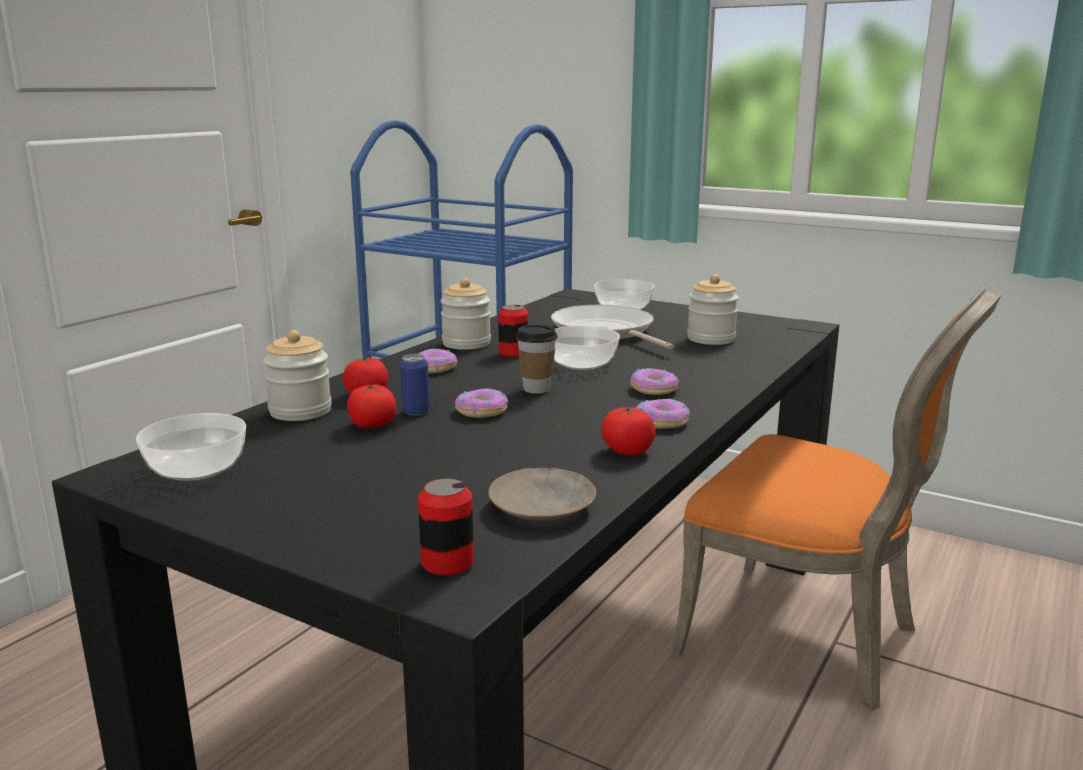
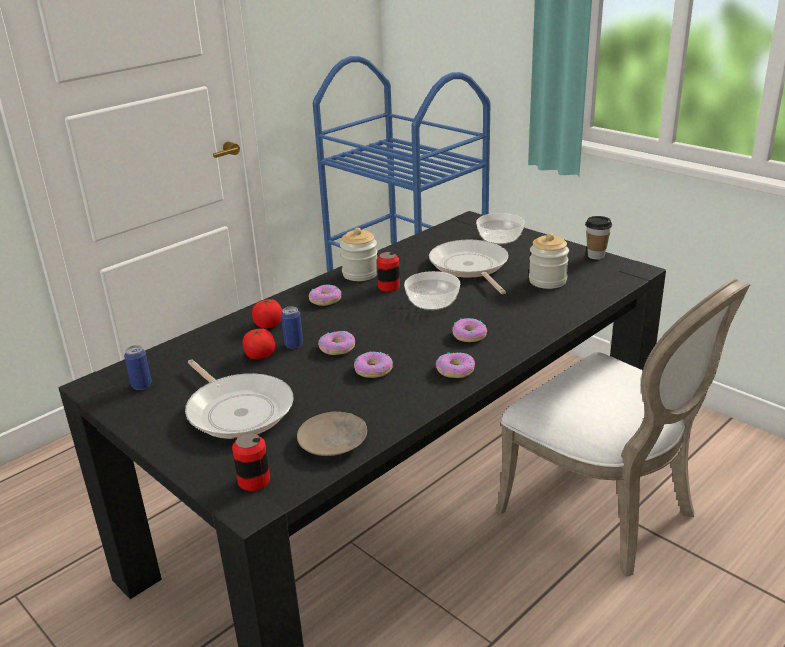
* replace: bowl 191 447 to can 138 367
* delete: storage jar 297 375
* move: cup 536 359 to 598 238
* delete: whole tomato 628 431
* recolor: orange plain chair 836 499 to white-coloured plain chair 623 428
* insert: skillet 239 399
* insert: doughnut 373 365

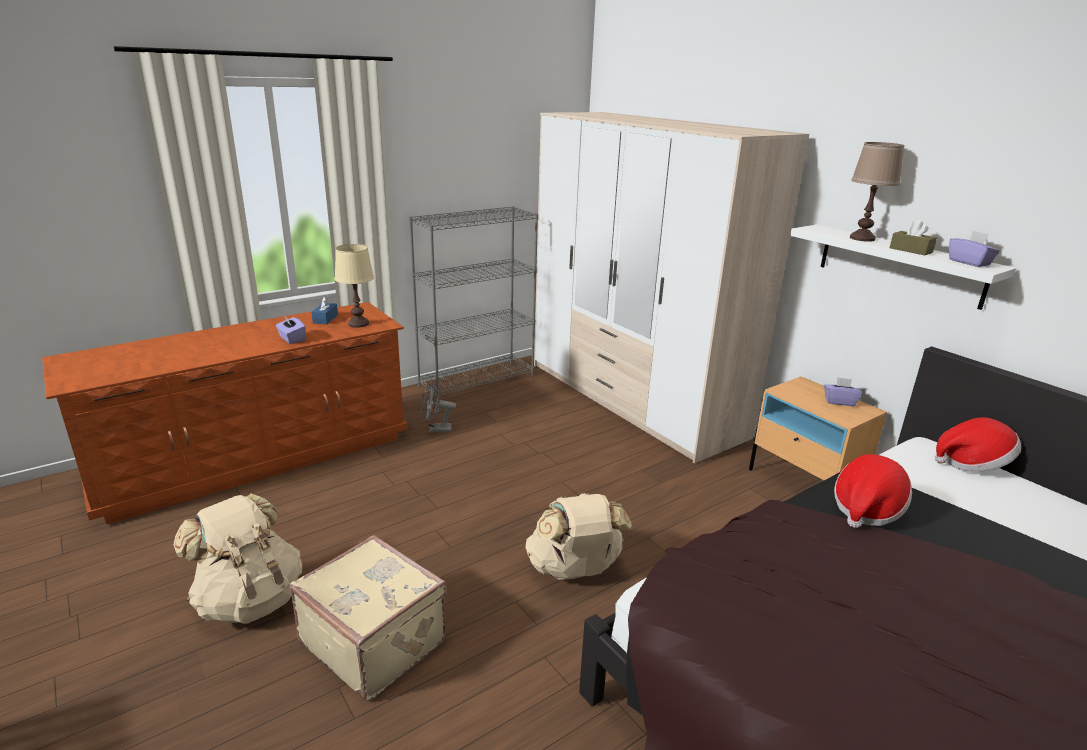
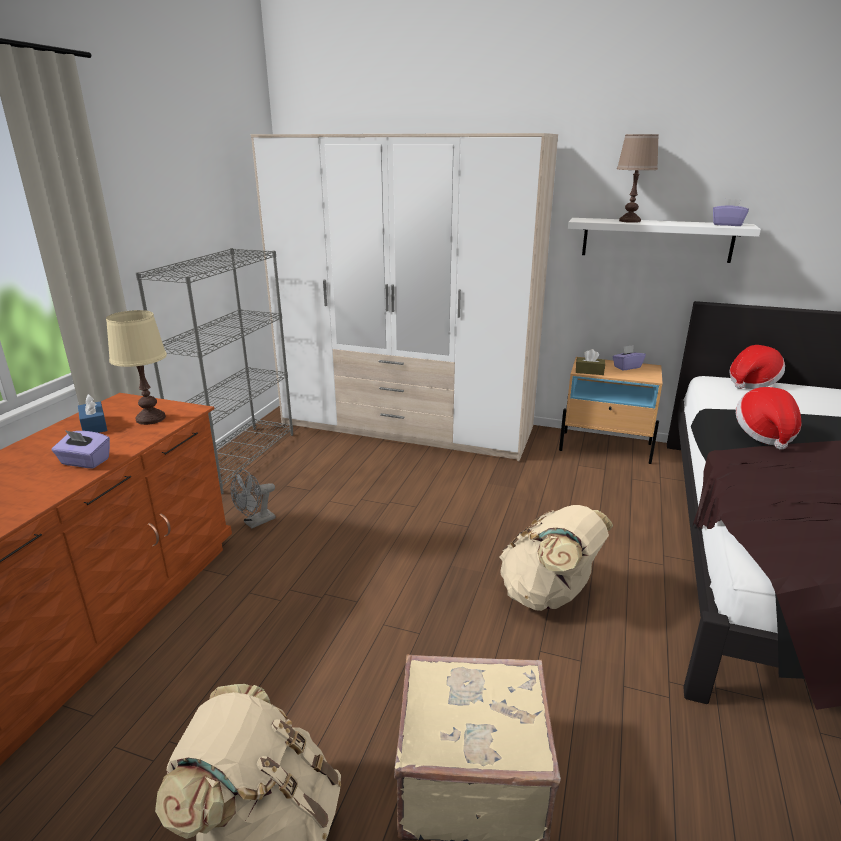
* move: brown tissue holder 913 237 to 590 362

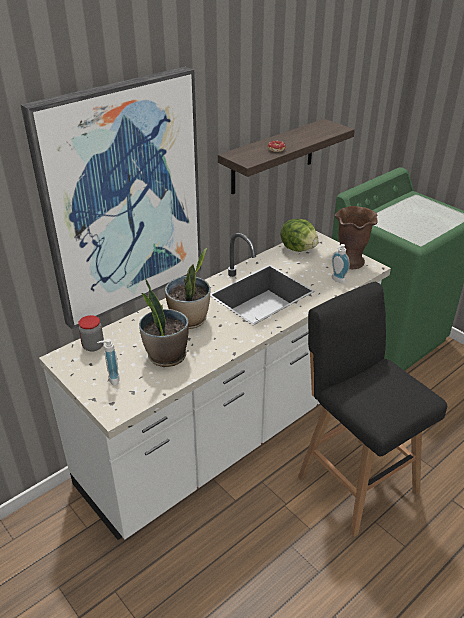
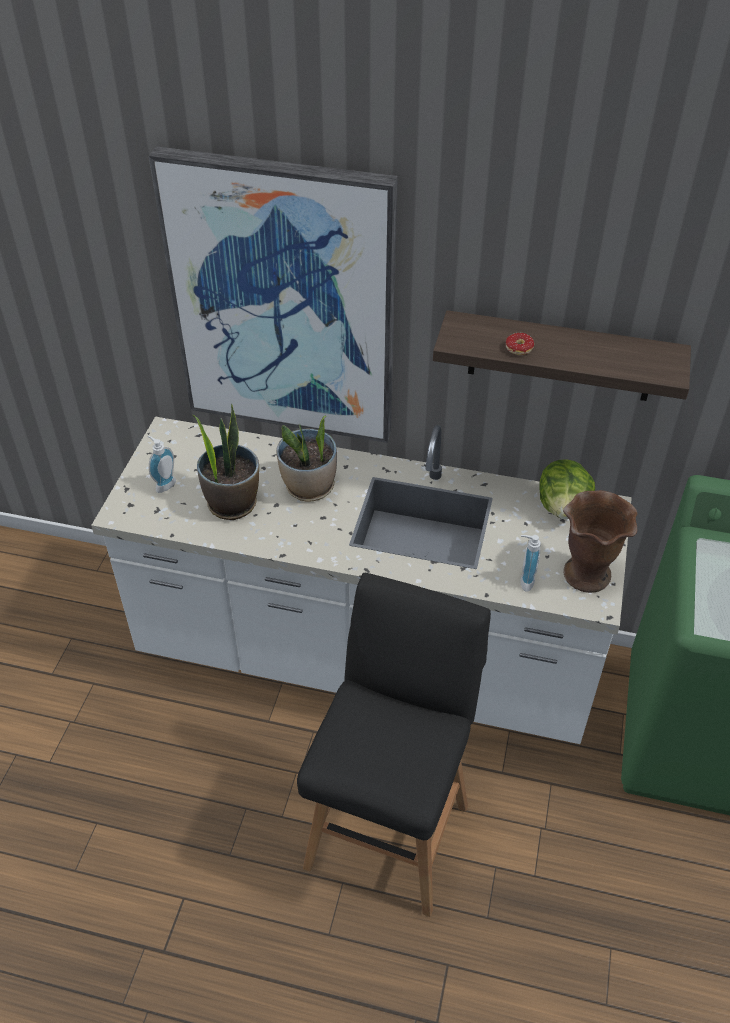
* delete: storage jar 91 333

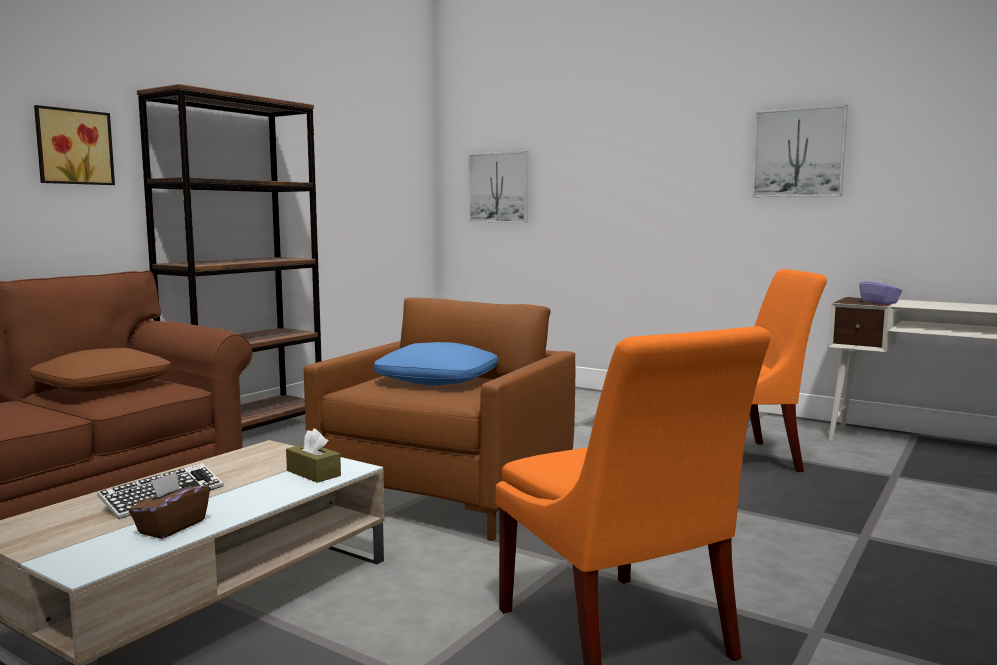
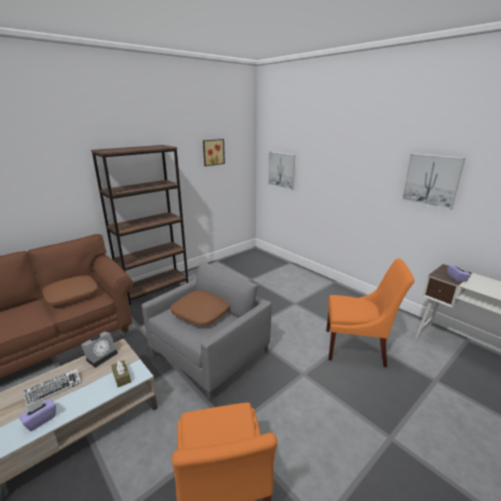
* move: wall picture 74 145 to 214 152
* recolor: brown tissue holder 169 505 to purplish tissue holder 37 415
* recolor: brown lounge chair 439 419 to grey lounge chair 207 331
* recolor: bluish throw pillow 436 363 to brown throw pillow 200 308
* insert: bedside clock 99 350

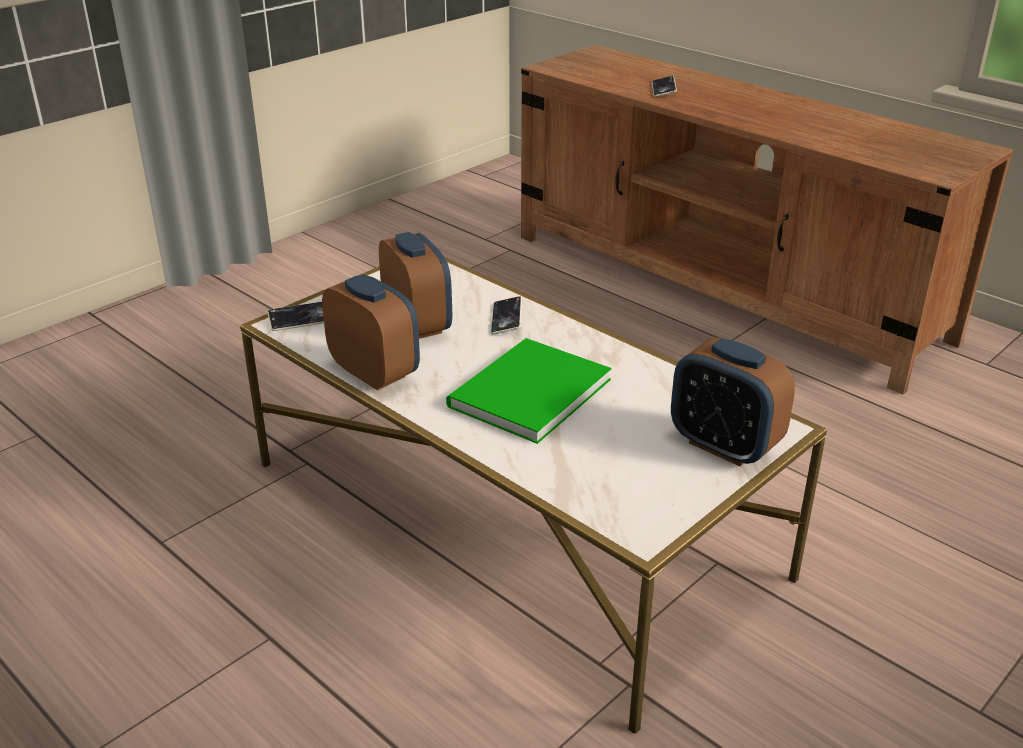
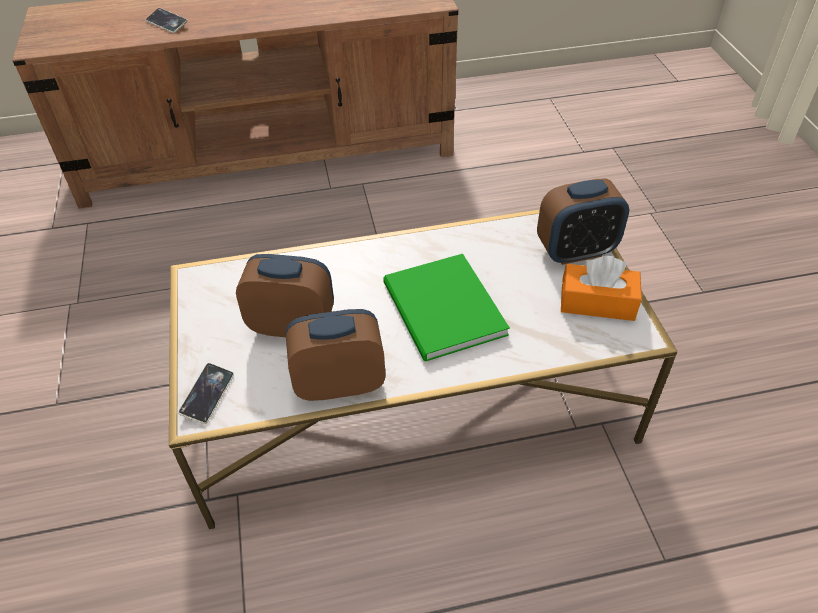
* delete: handset 506 315
* insert: orange tissue holder 601 288

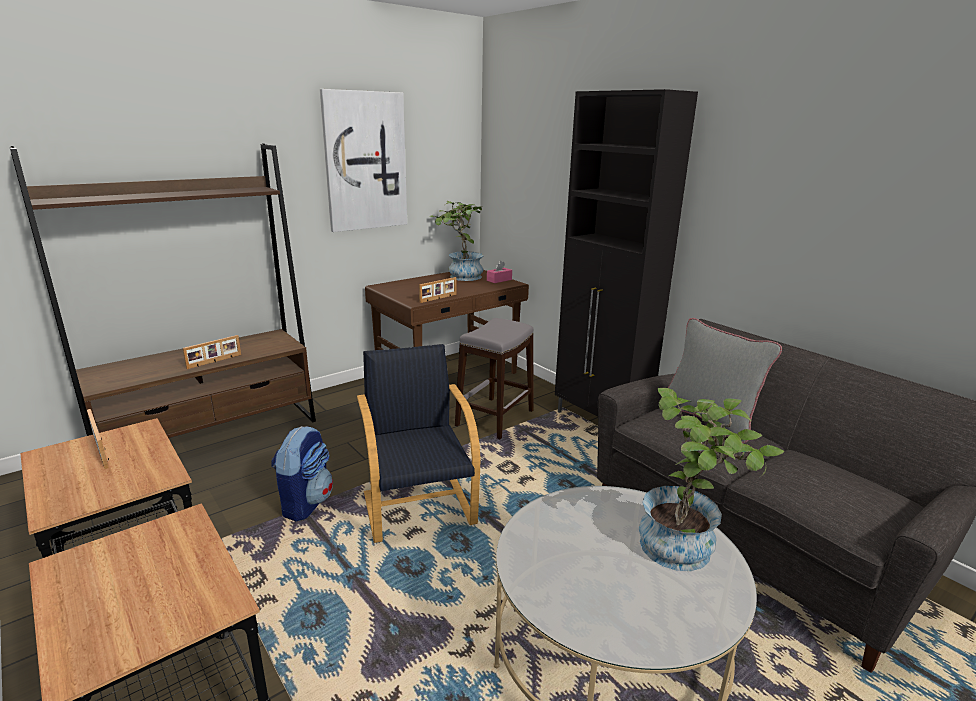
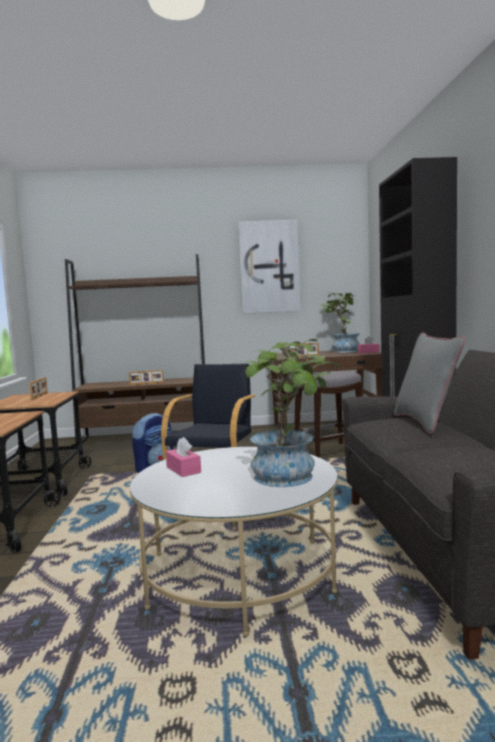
* insert: pink tissue holder 183 457

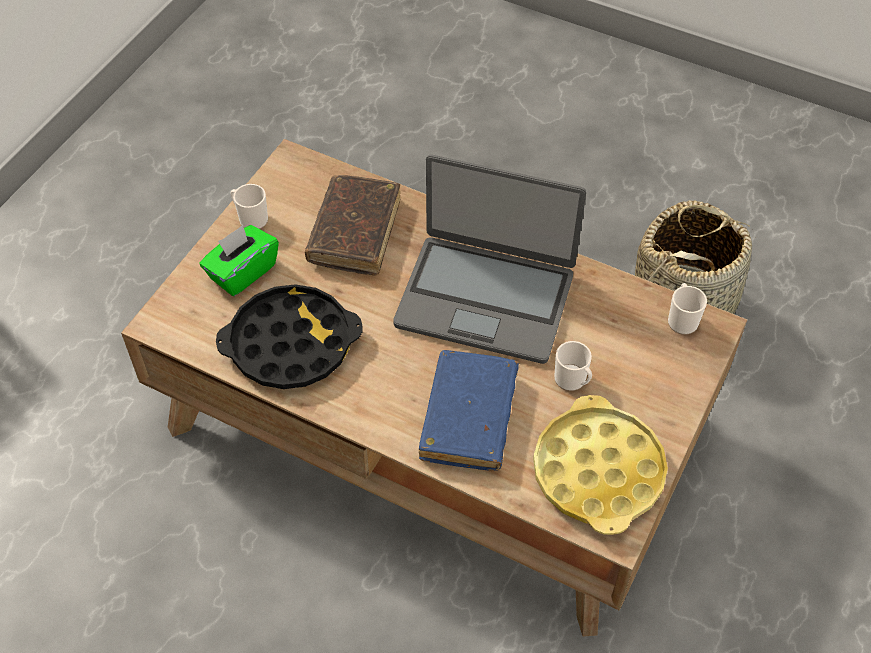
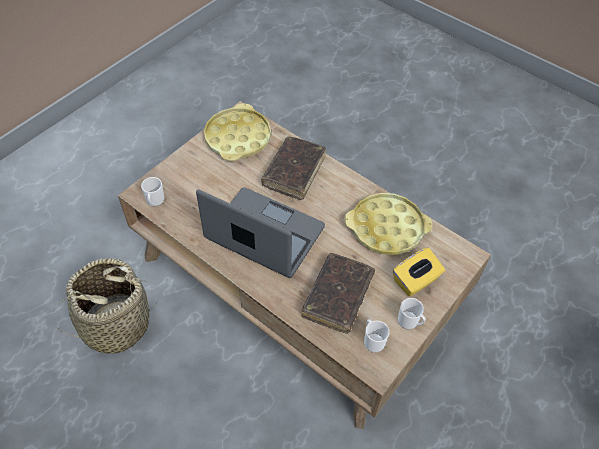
* recolor: greenish tissue holder 239 260 to yellowish tissue holder 419 271
* recolor: black serving tray 289 336 to yellowish serving tray 388 224
* recolor: bluish book 469 410 to brown book 293 168
* move: mug 573 366 to 377 336

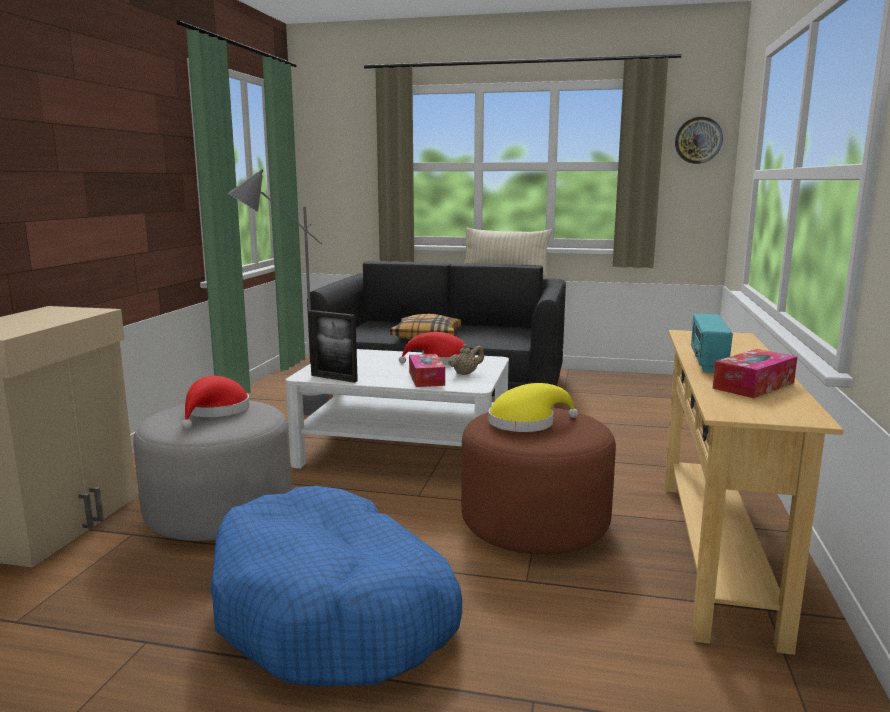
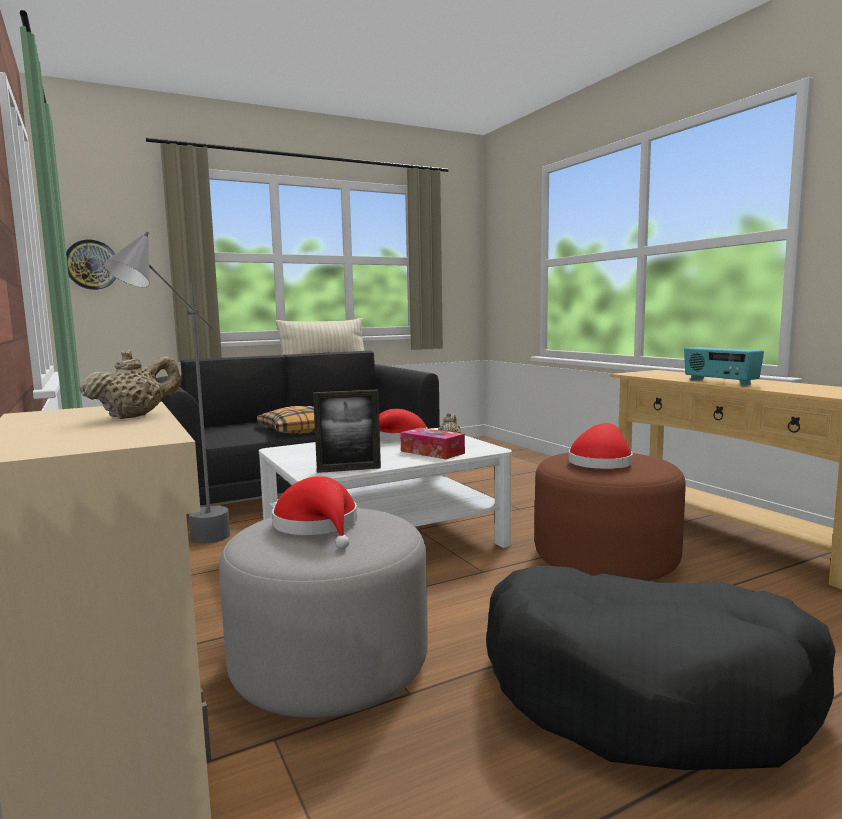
* recolor: bluish dog bed 336 586 to black dog bed 661 668
* recolor: yellowish hat 533 407 to red hat 600 446
* move: hanging clock 699 140 to 91 264
* delete: tissue holder 755 373
* insert: sand-coloured pot for tea 130 384

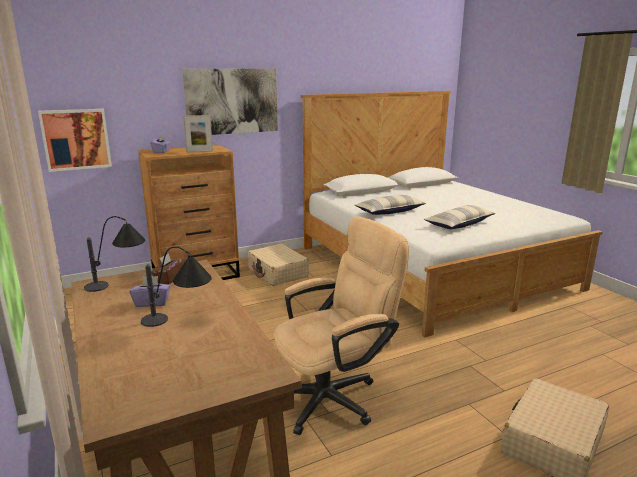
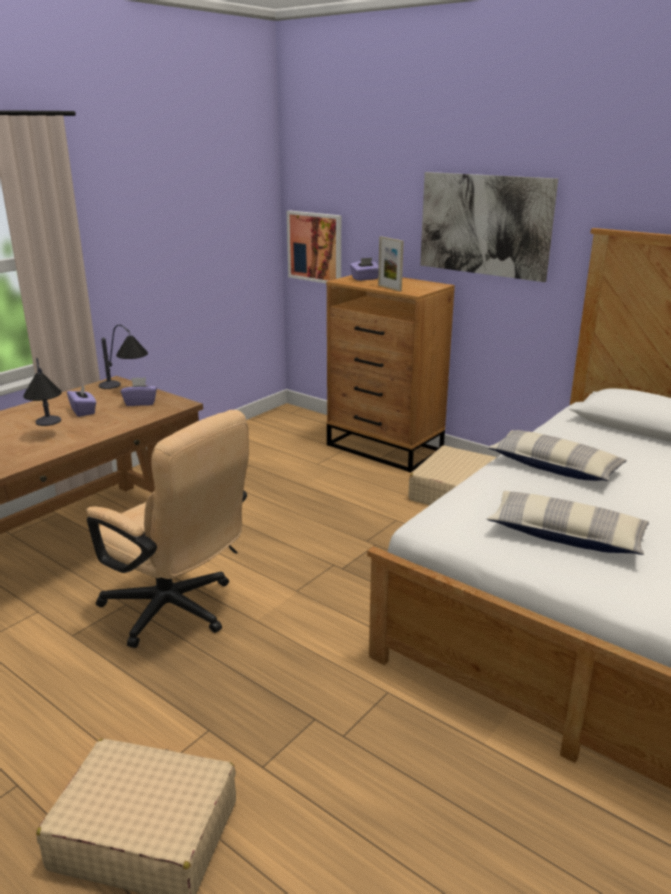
* recolor: brown tissue holder 168 268 to purplish tissue holder 139 391

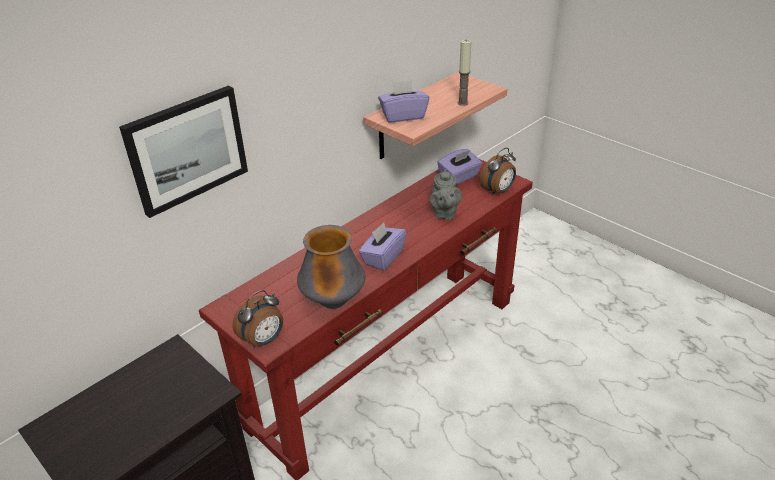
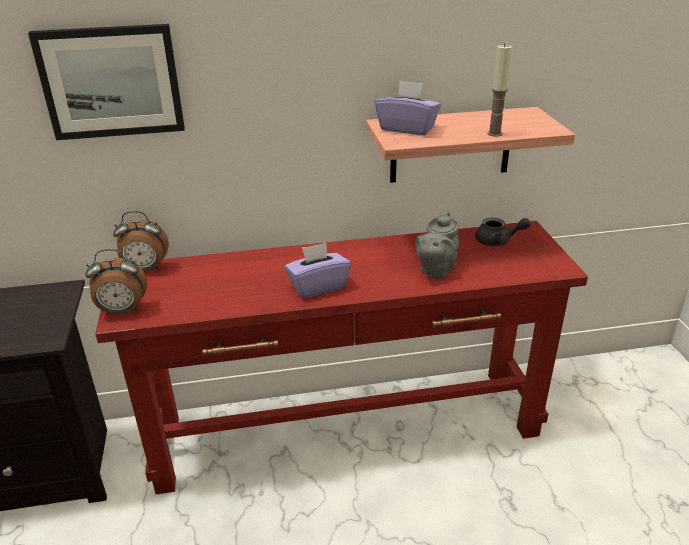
* delete: vase 331 267
* replace: purplish tissue holder 459 167 to grey pot for tea 503 231
* move: bedside clock 498 172 to 141 241

